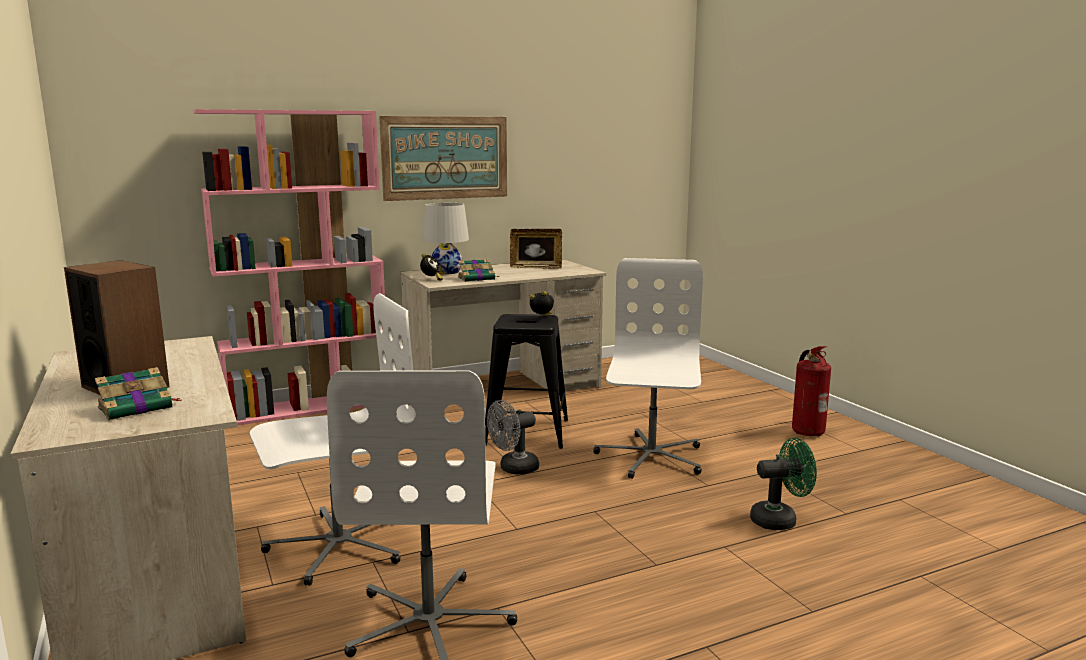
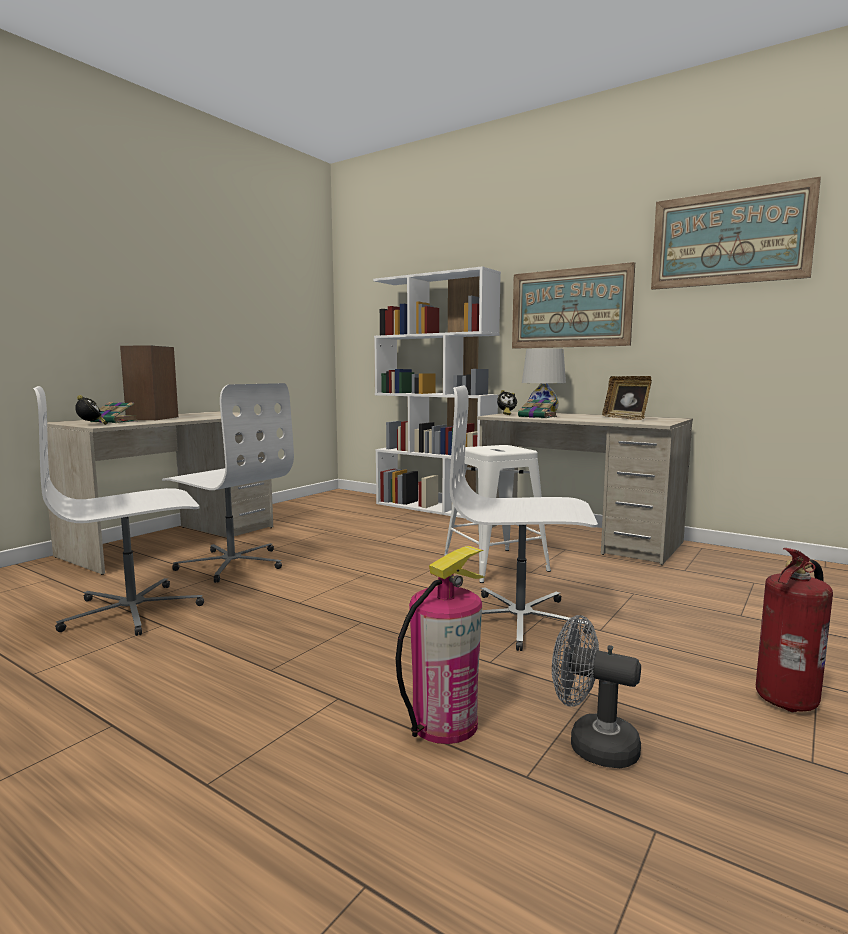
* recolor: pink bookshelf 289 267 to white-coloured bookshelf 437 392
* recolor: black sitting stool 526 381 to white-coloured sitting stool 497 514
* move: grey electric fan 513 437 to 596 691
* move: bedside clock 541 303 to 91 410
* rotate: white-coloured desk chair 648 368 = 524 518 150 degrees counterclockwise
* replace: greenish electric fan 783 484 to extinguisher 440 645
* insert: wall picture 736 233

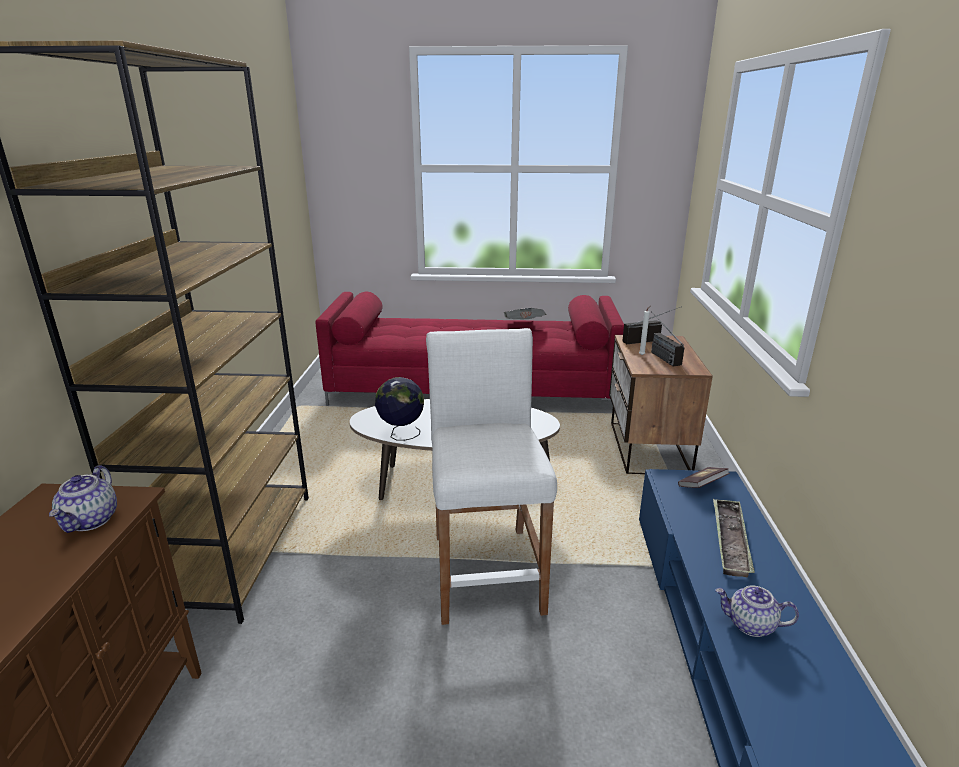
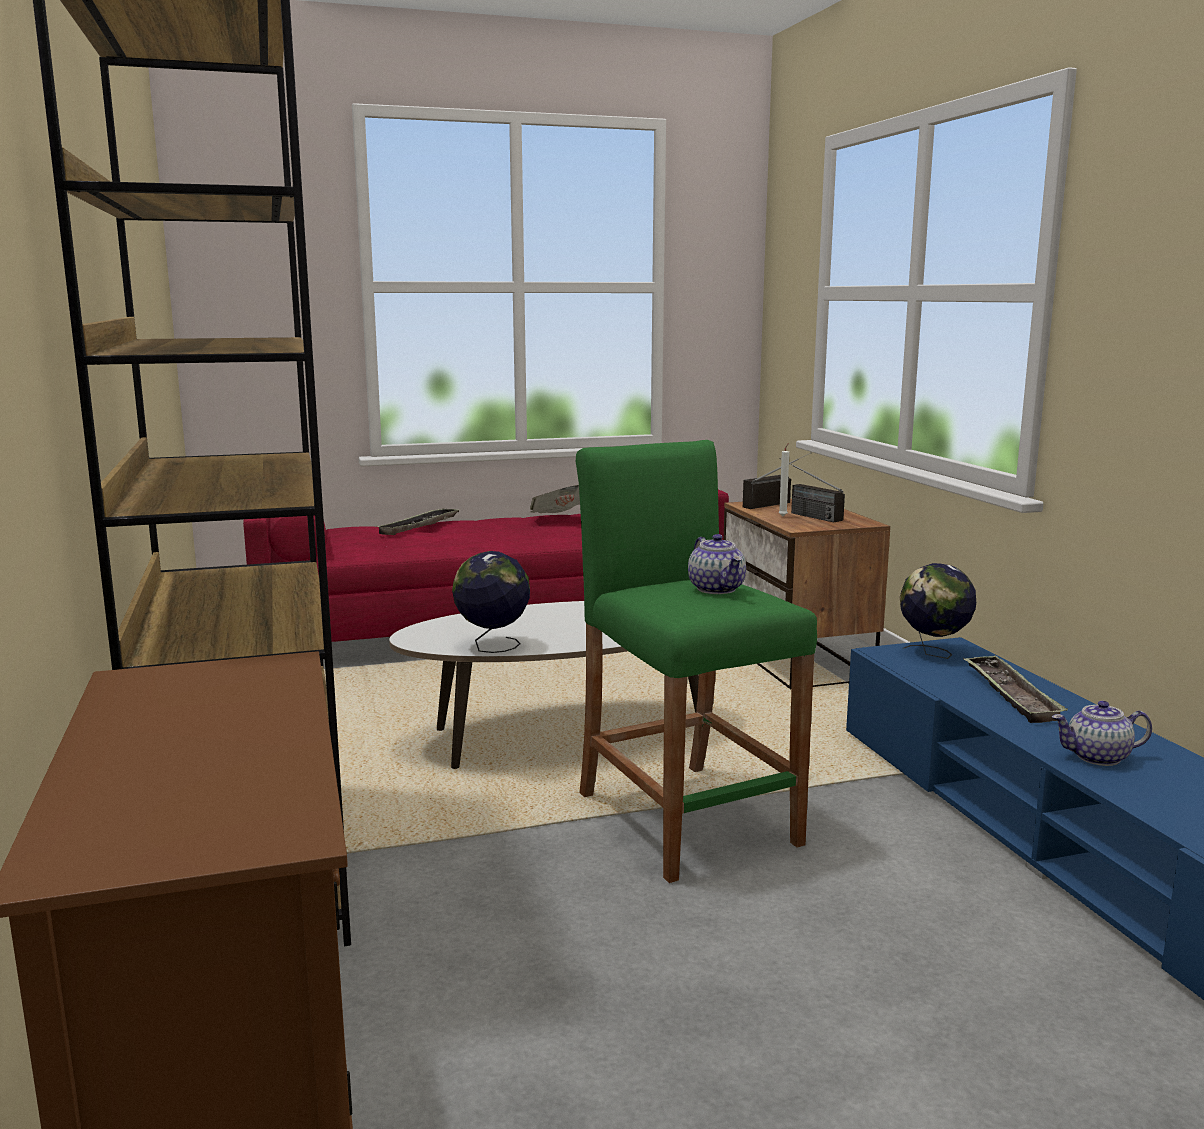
* move: pot for tea 83 499 to 717 564
* recolor: white-coloured sitting stool 491 476 to greenish sitting stool 696 661
* replace: book 704 477 to globe 938 611
* insert: serving tray 417 522

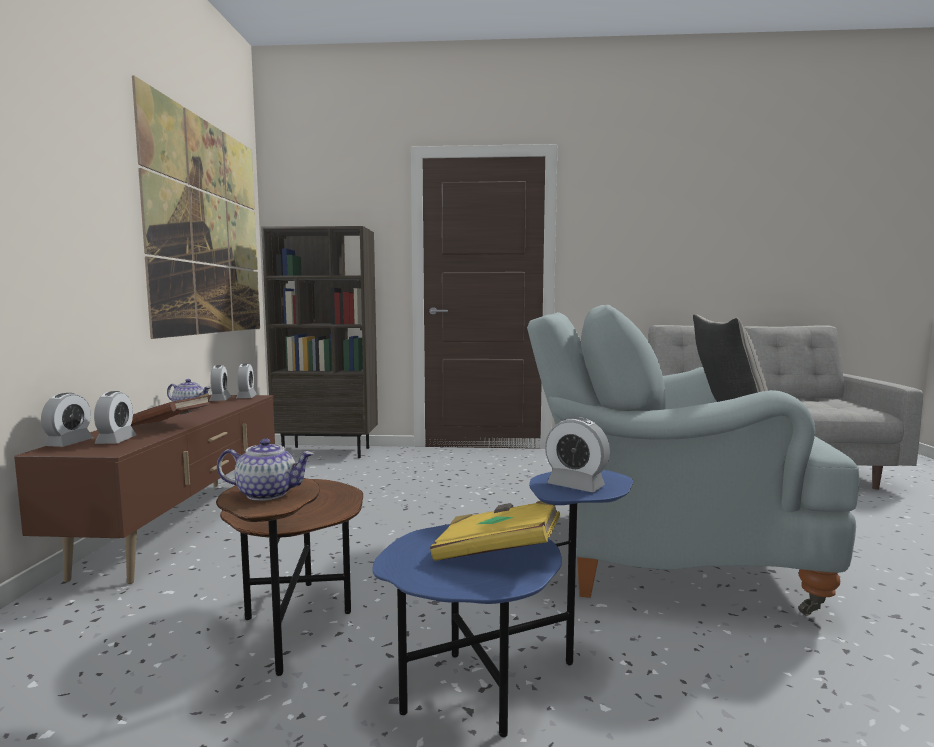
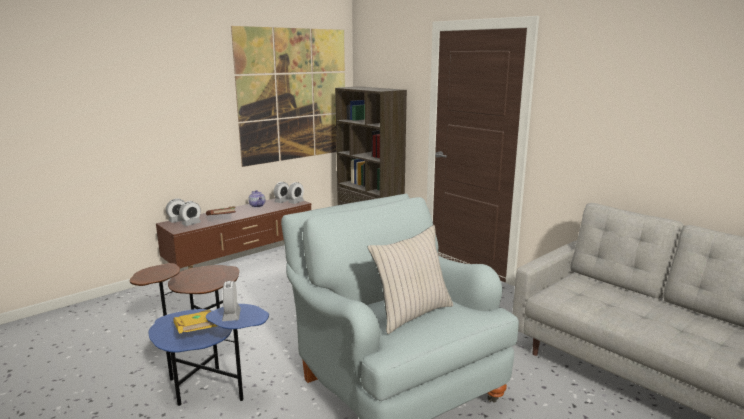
* delete: pot for tea 265 469

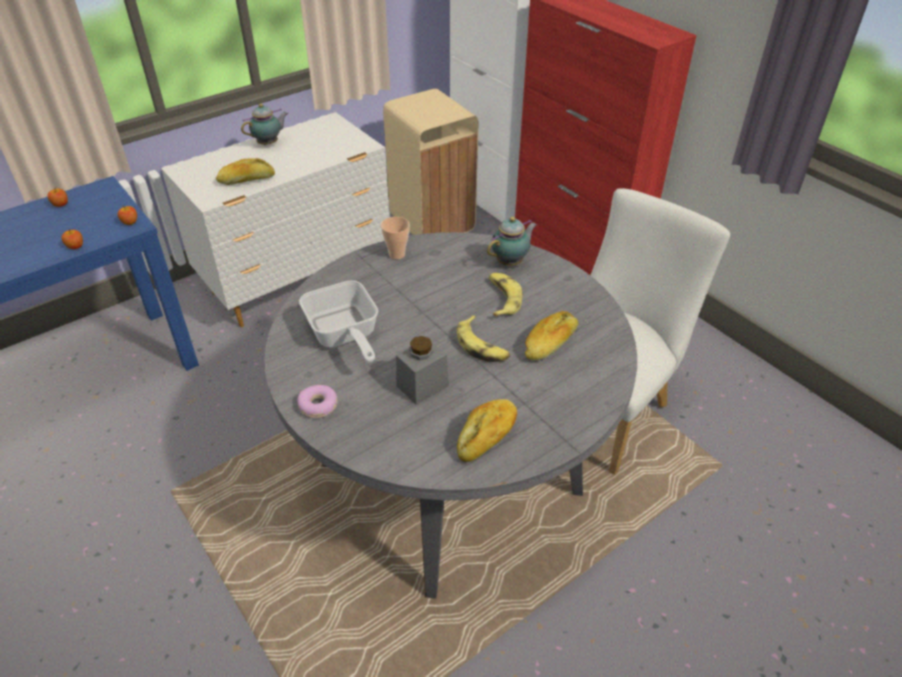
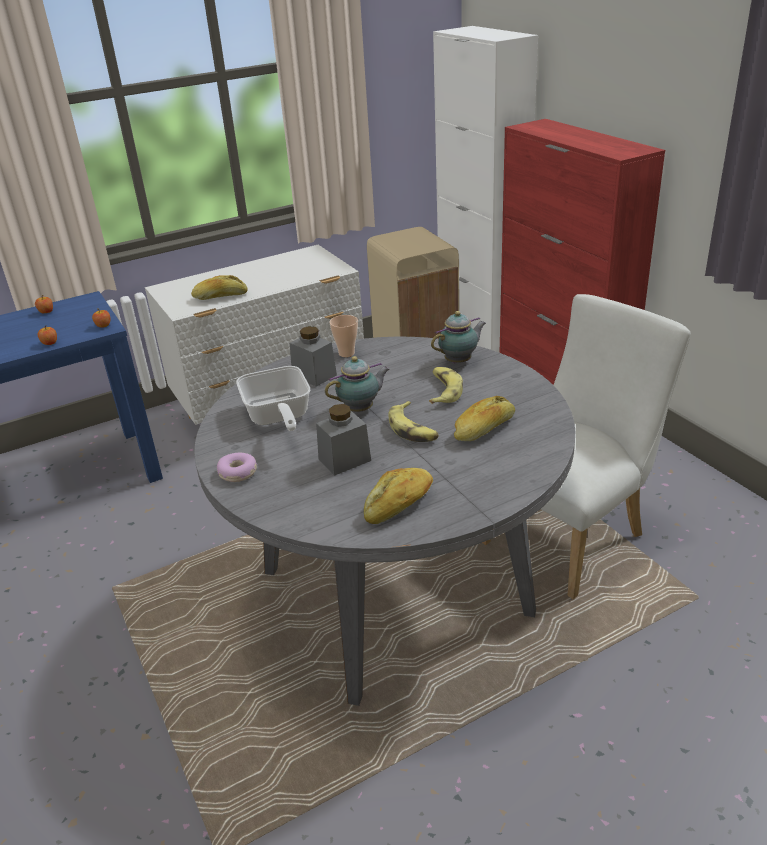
* move: pot for tea 264 124 to 357 384
* insert: grey storage jar 313 356

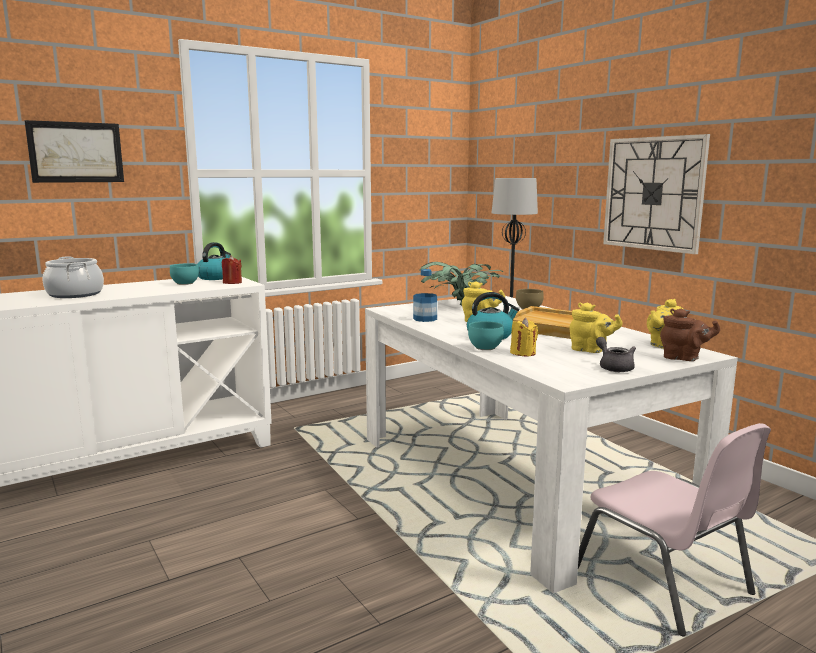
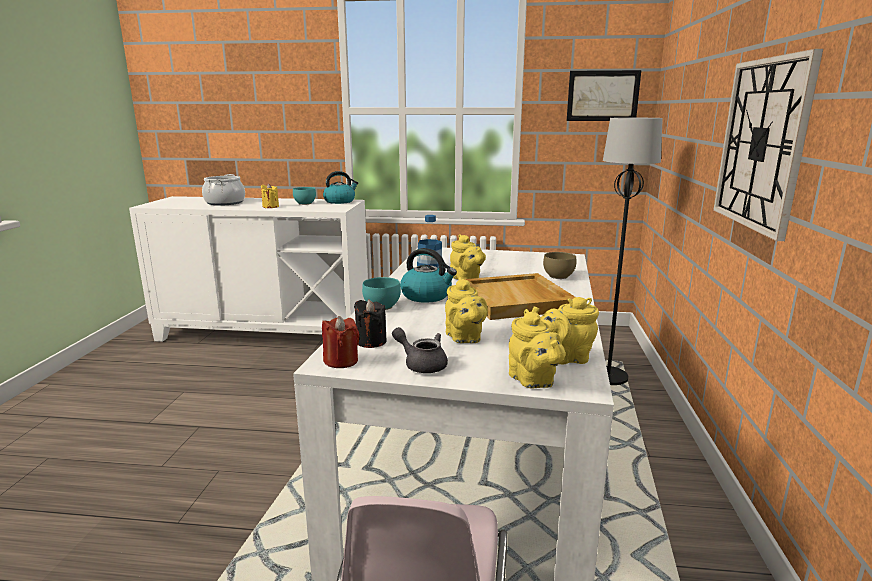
* move: wall picture 74 151 to 604 95
* move: red candle 232 269 to 340 342
* delete: potted plant 461 283
* move: yellowish candle 524 337 to 270 195
* rotate: grey pot for tea 616 354 = 420 350 75 degrees counterclockwise
* recolor: brown pot for tea 690 335 to yellowish pot for tea 537 348
* insert: black candle 370 323

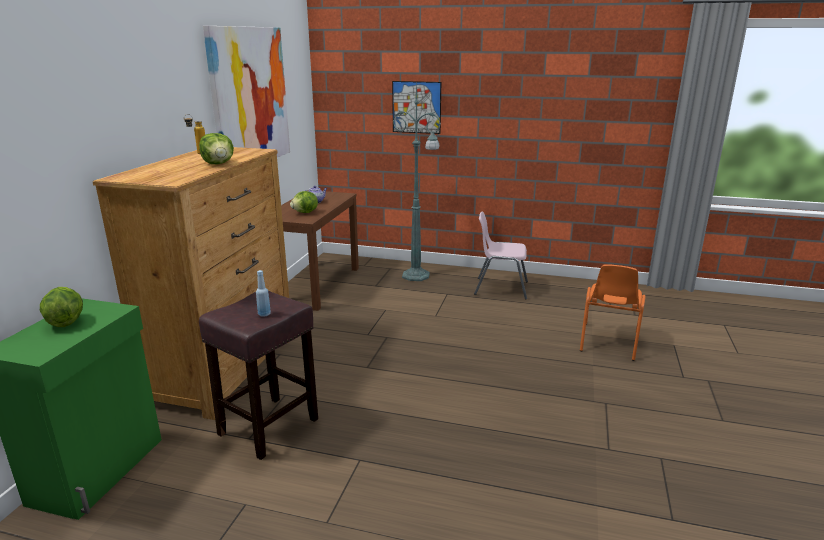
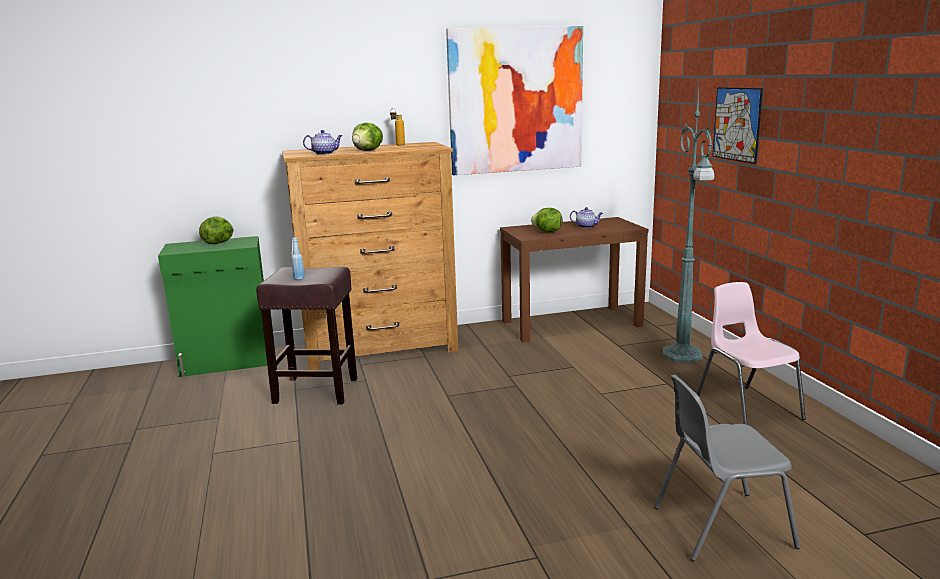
* recolor: orange plain chair 612 312 to grey plain chair 727 467
* insert: pot for tea 323 142

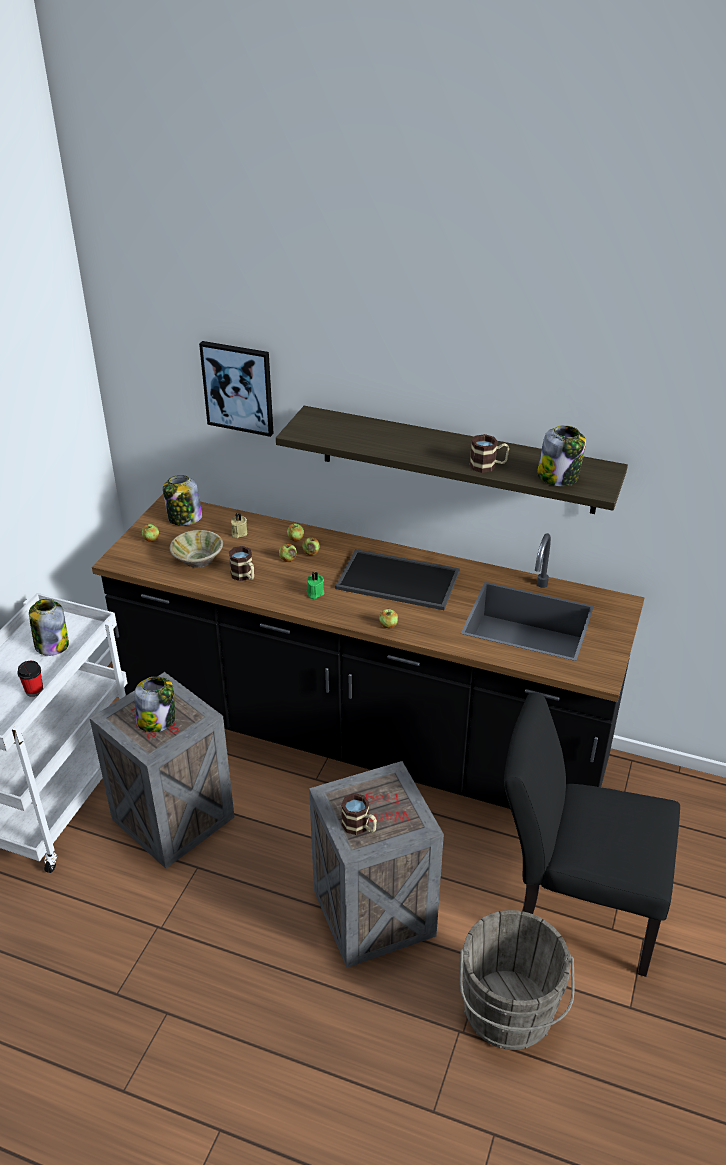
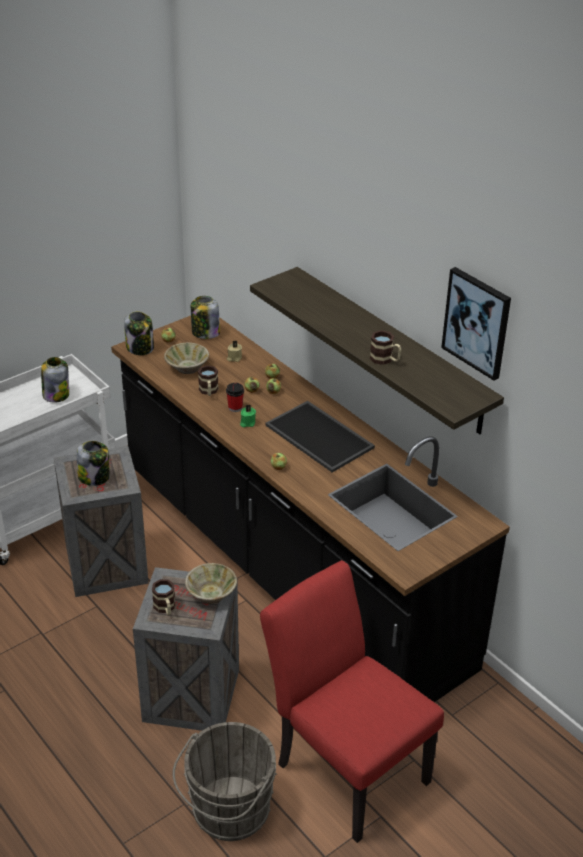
* move: cup 30 679 to 235 397
* move: wall picture 236 389 to 476 324
* recolor: black plain chair 592 835 to red plain chair 352 701
* move: storage jar 561 455 to 139 333
* insert: sand-coloured bowl 211 583

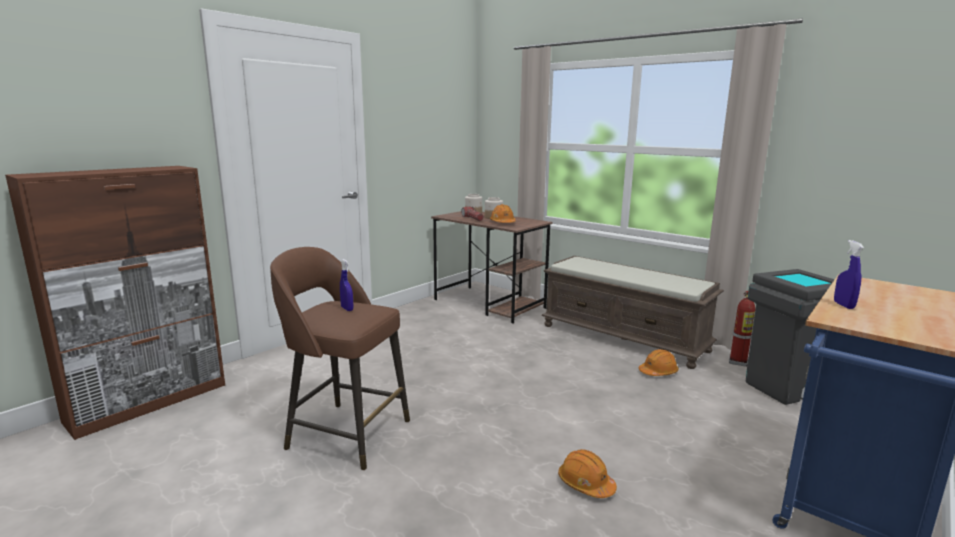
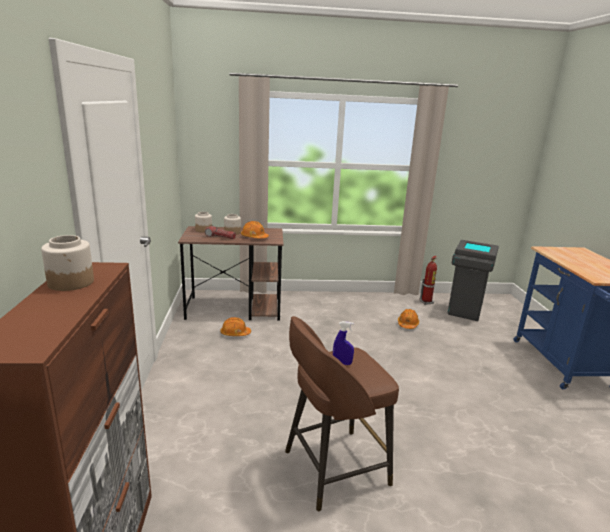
* delete: brown indoor bench 633 312
* move: orange safety helmet 587 473 to 235 326
* delete: bluish spray bottle 849 274
* insert: storage jar 67 263

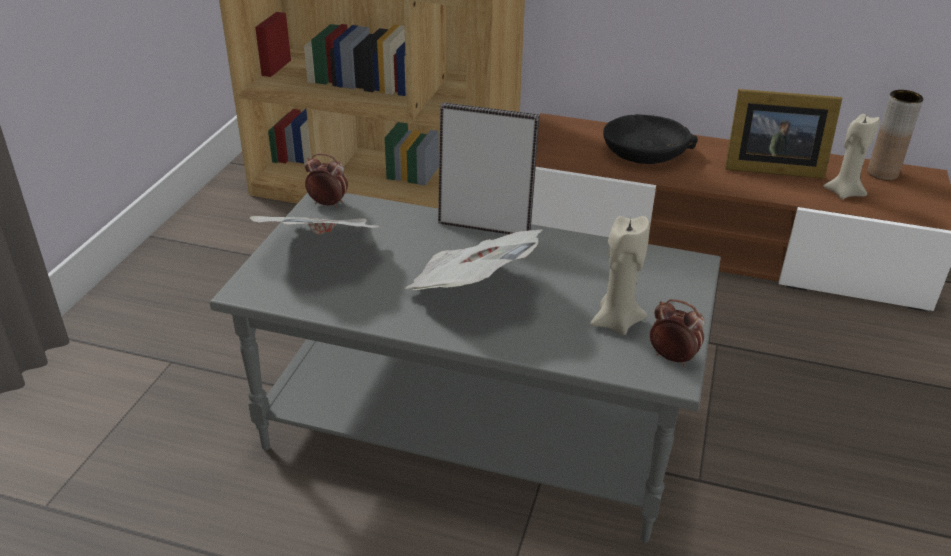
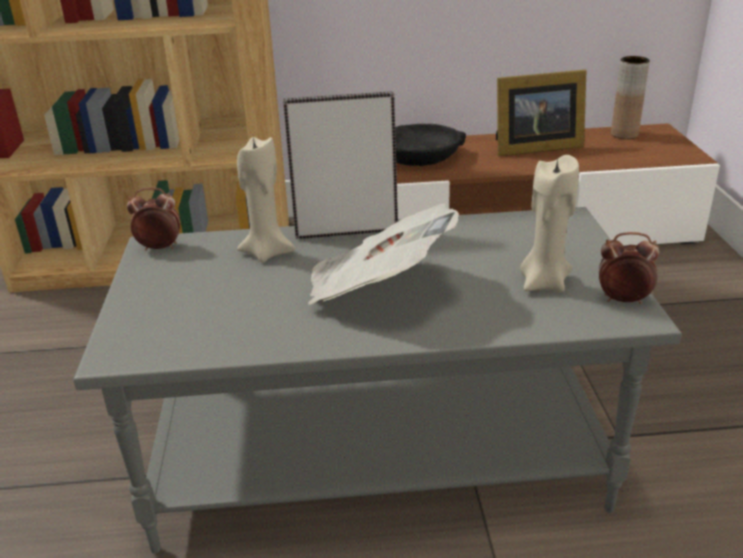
* delete: daily paper 315 225
* move: sand-coloured candle 852 156 to 266 199

